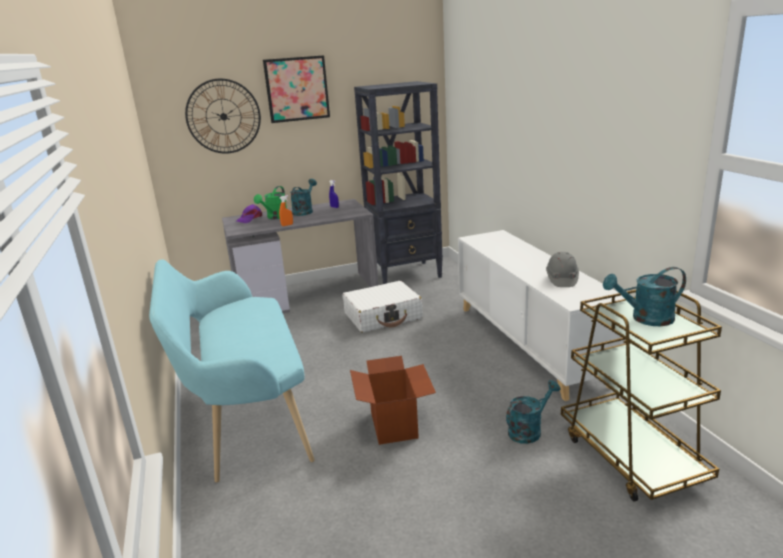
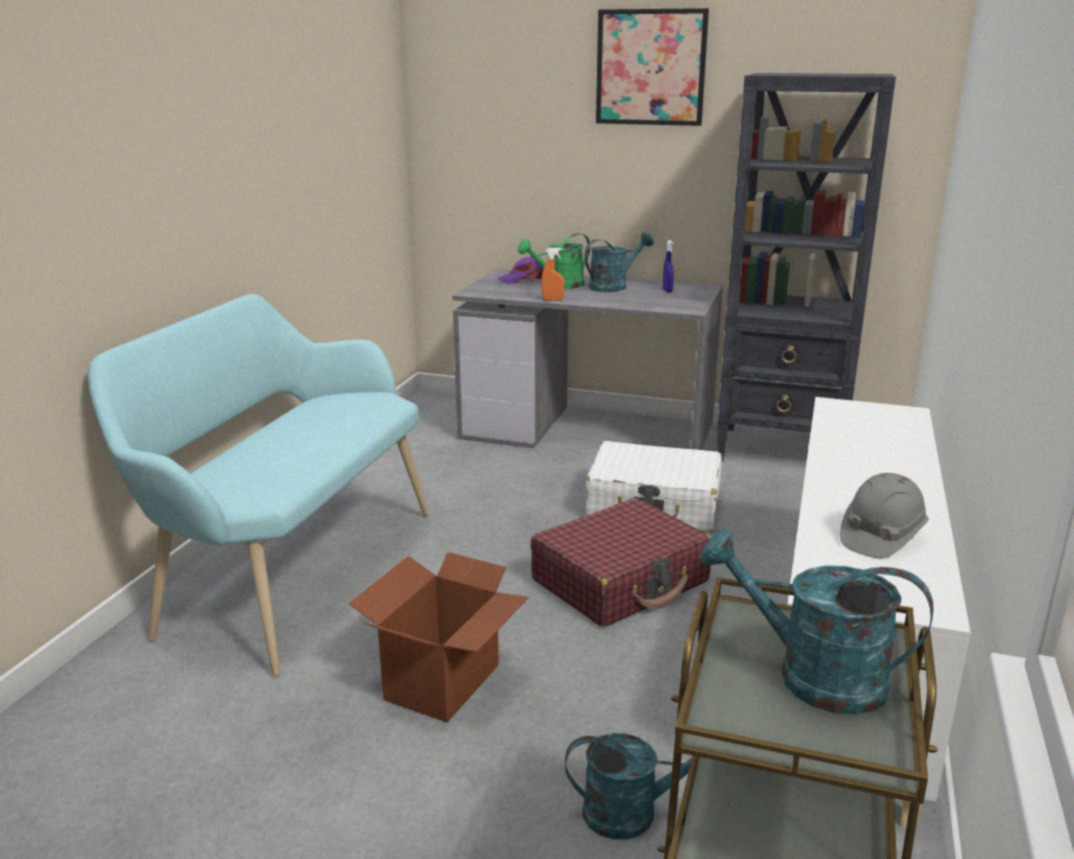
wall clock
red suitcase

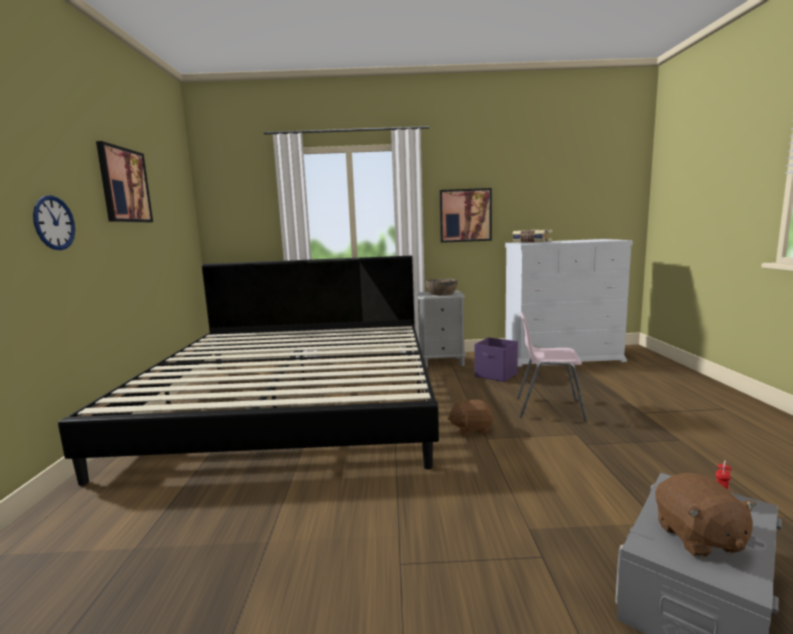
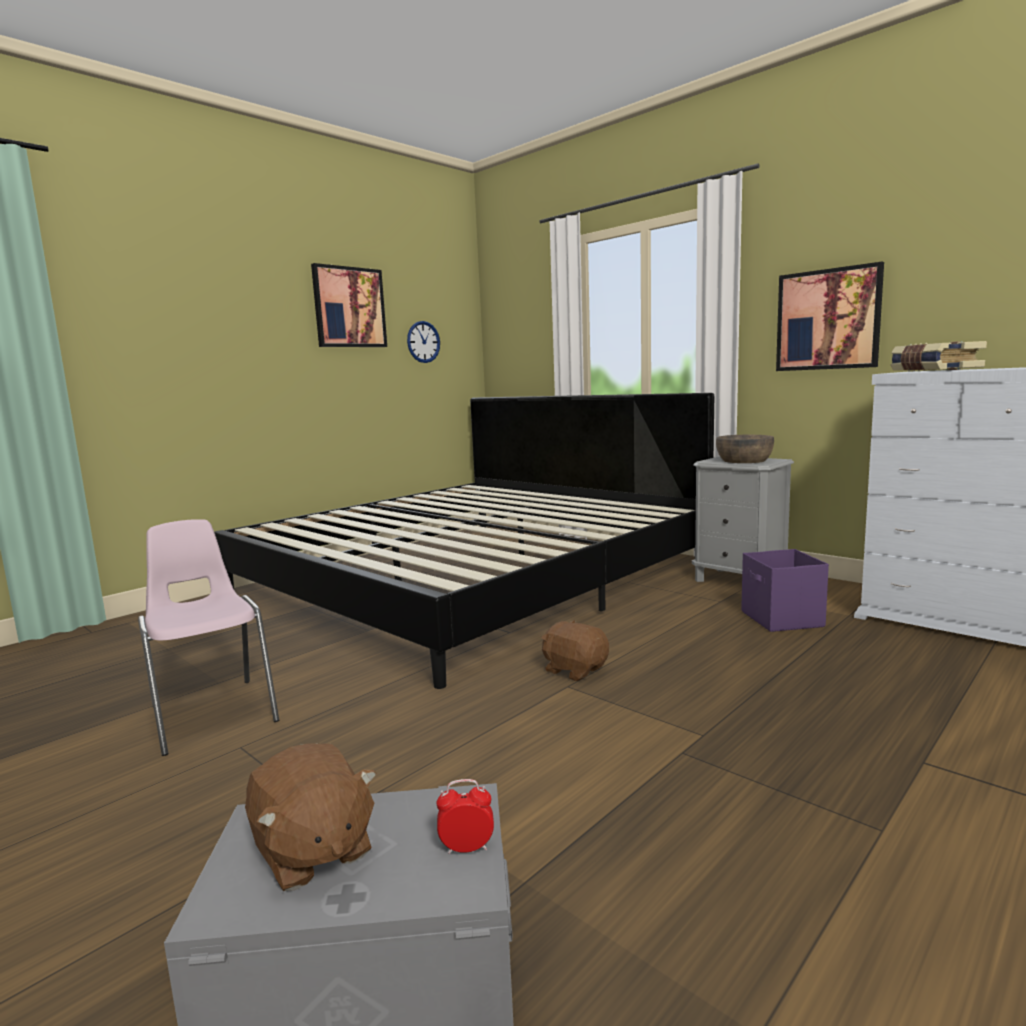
wall clock
pink chair
brown plush toy (no. 1 from left)

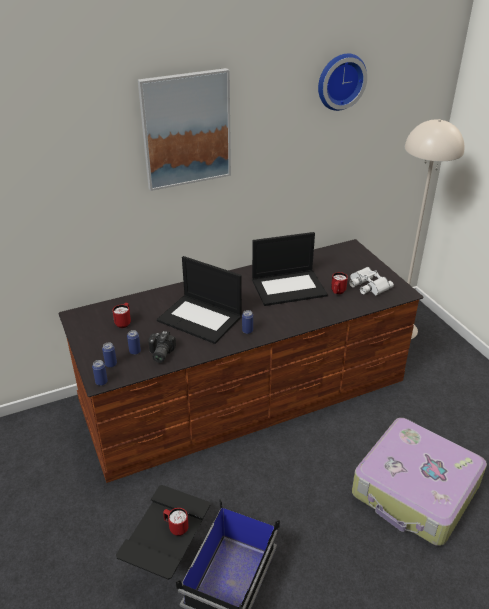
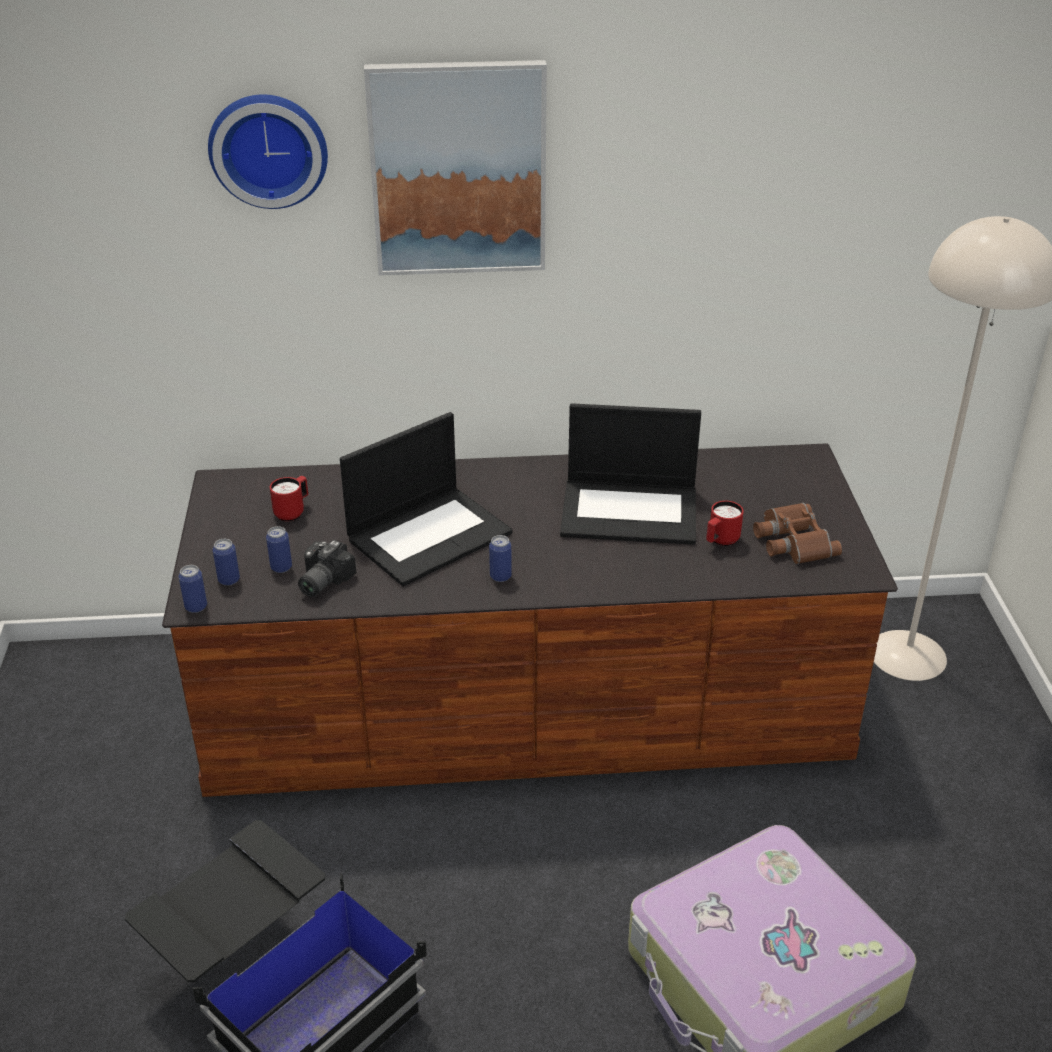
laptop (no. 1 from left)
red mug (no. 2 from left in the first image)
wall clock
brown binoculars

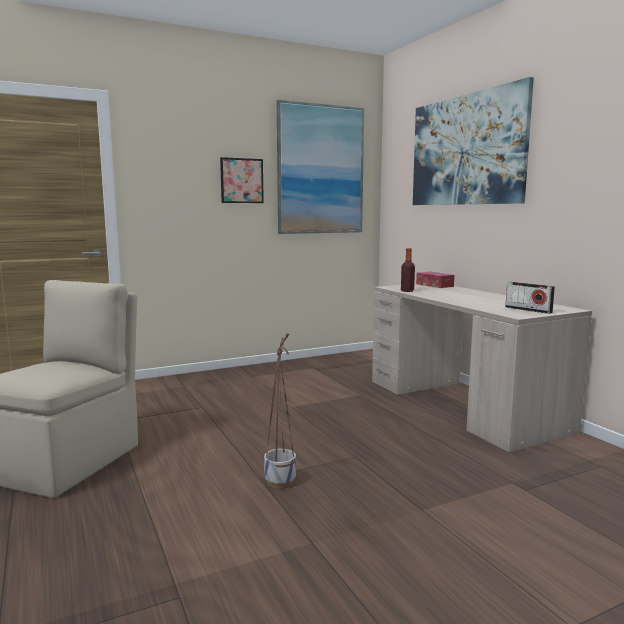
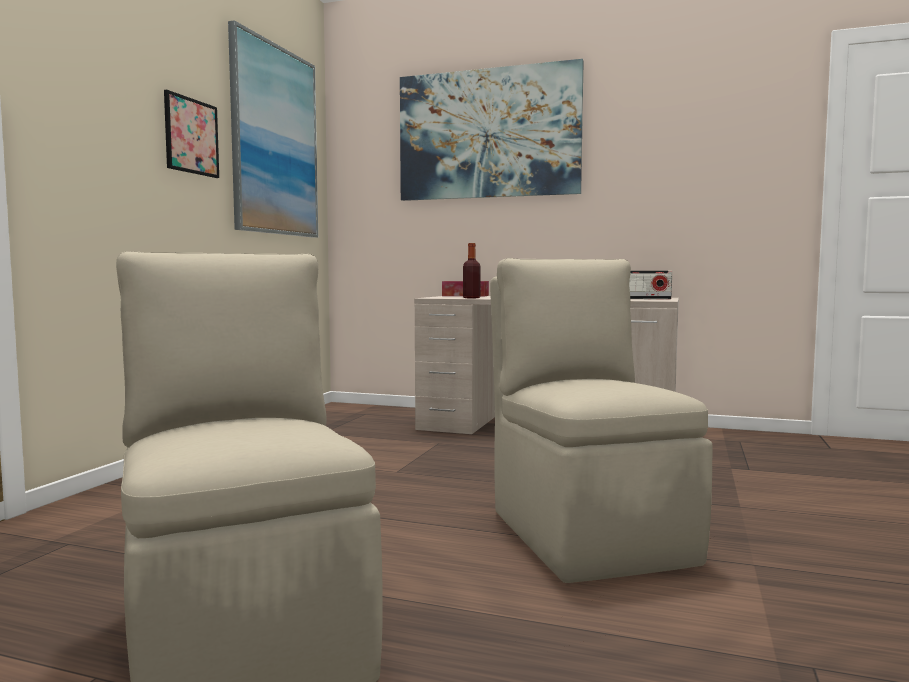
beige chair (no. 2 from left)

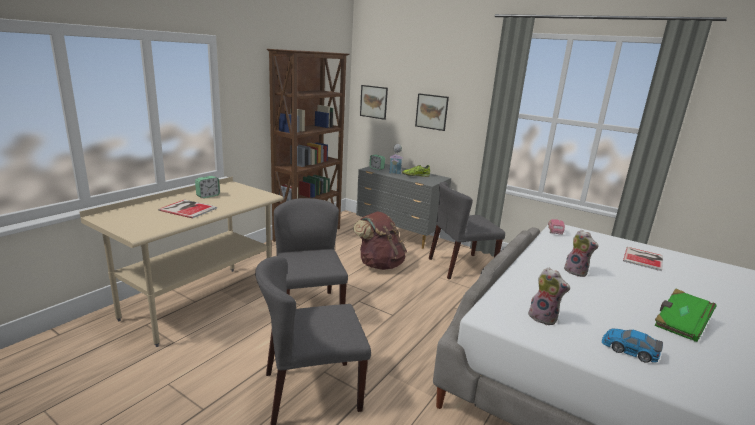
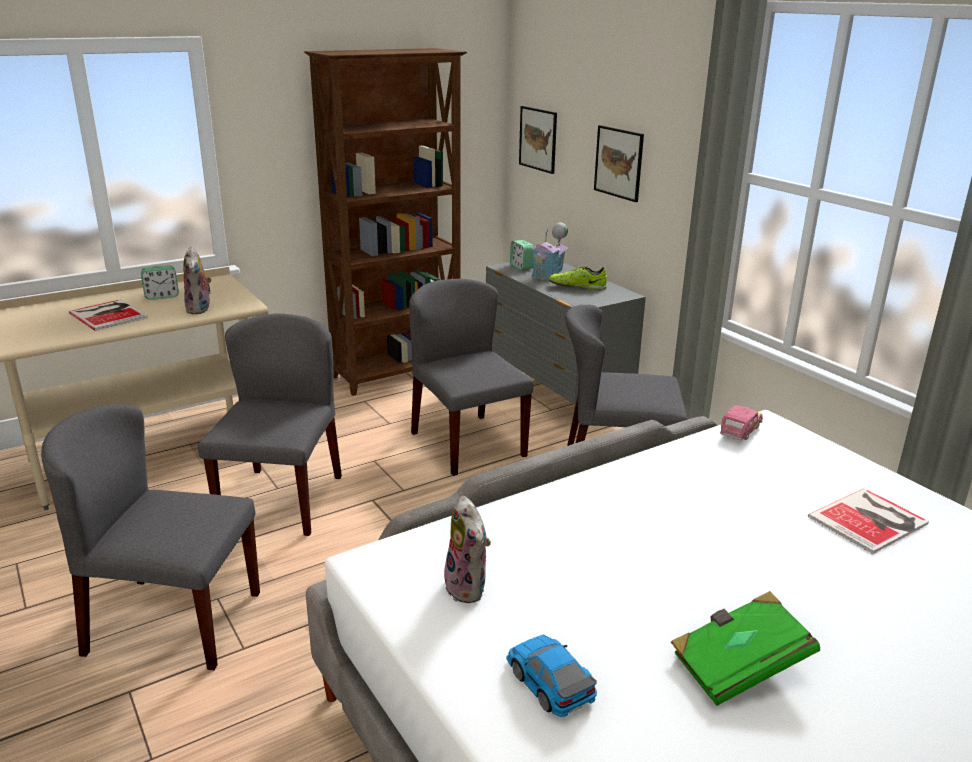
grey chair (no. 3 from left)
plush toy (no. 1 from left)

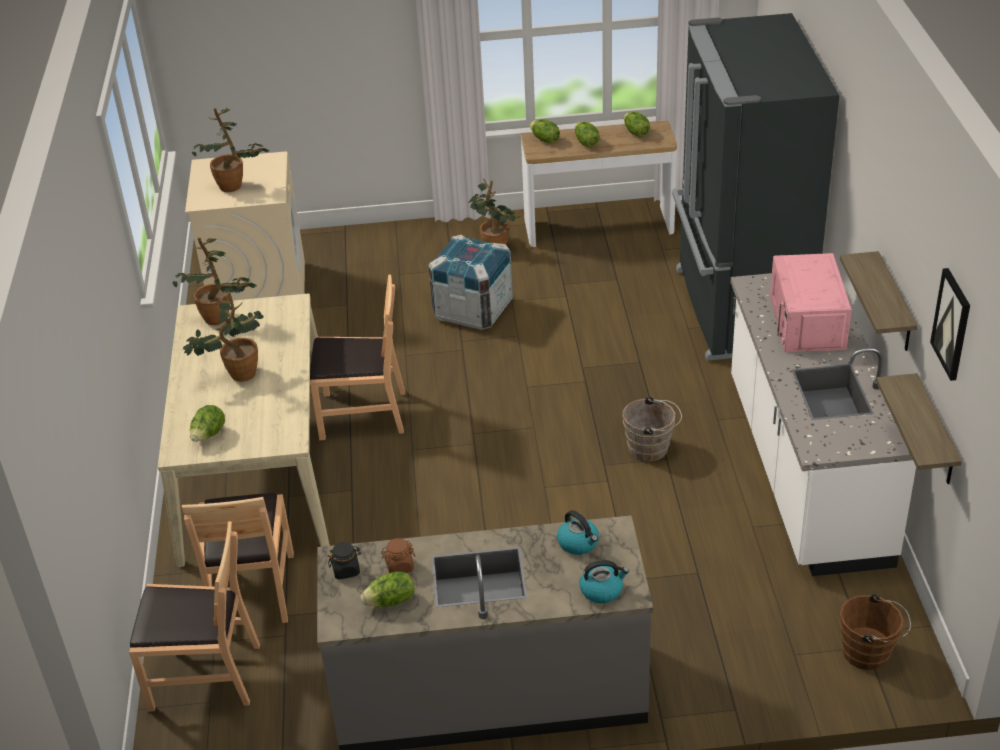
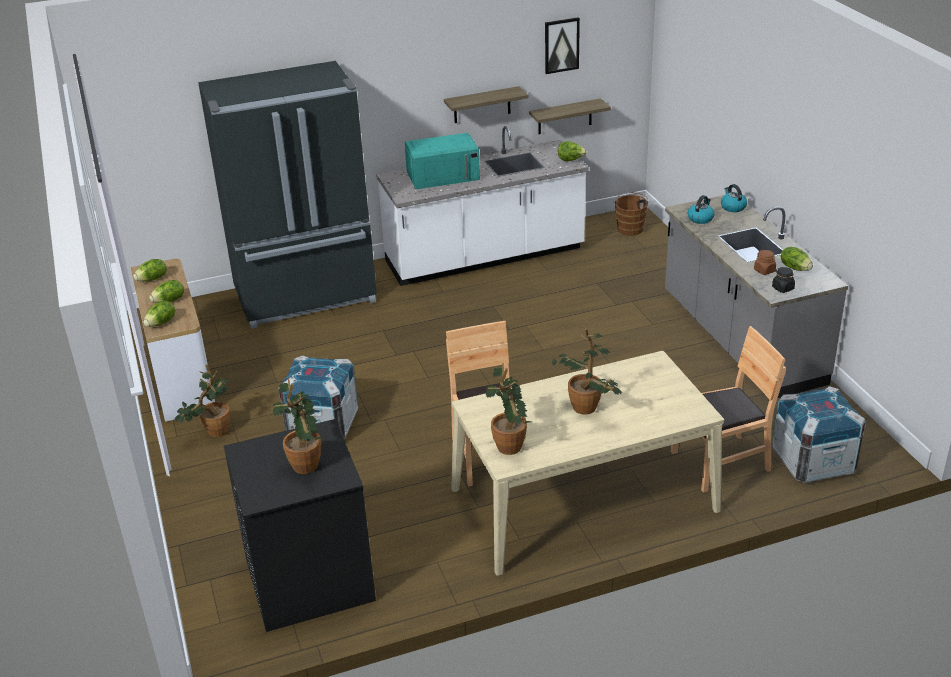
crate (no. 2 from left)
black washing machine
lettuce (no. 4 from left)
brown bucket (no. 1 from left in the first image)
turquoise microwave

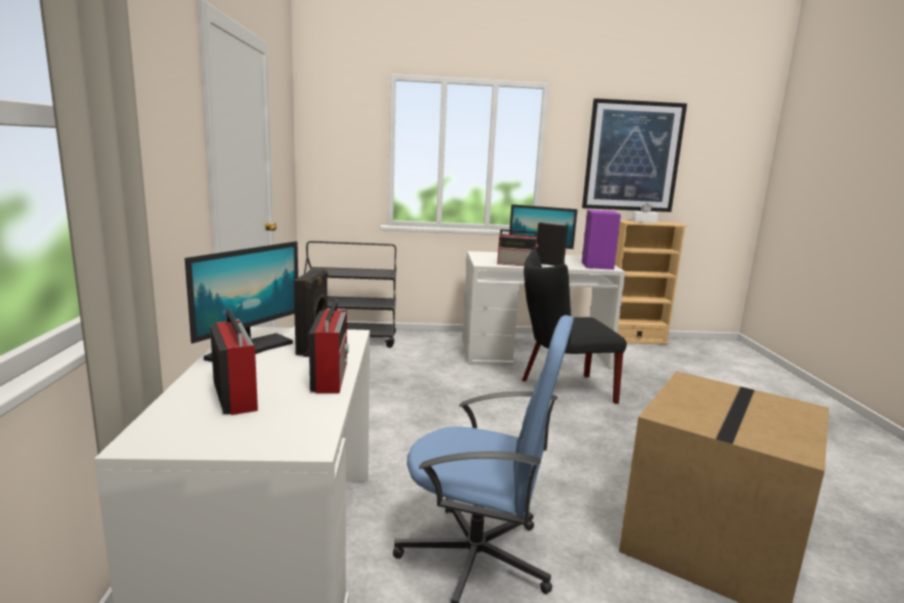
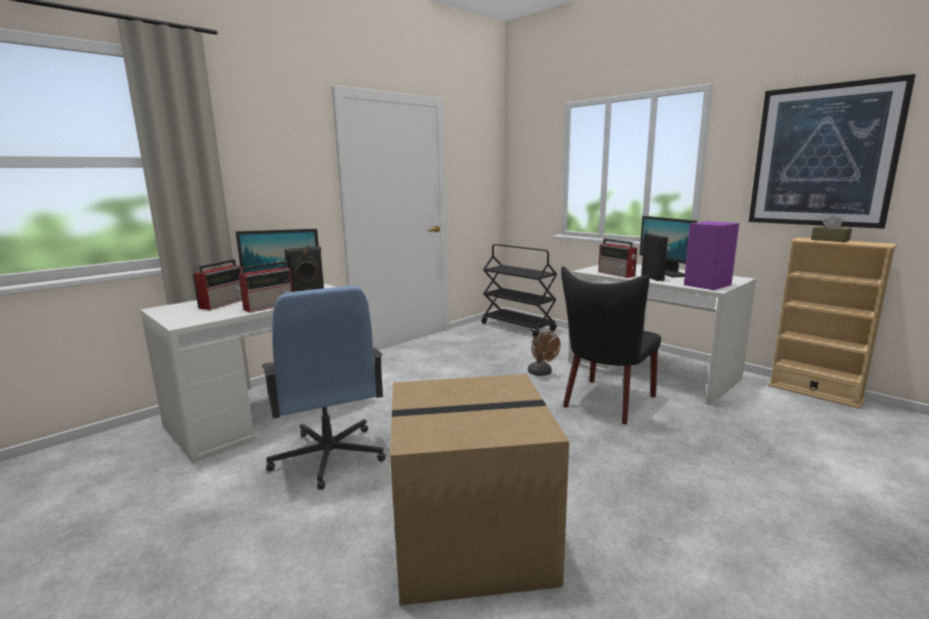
black chair
brown tissue box
brown fan

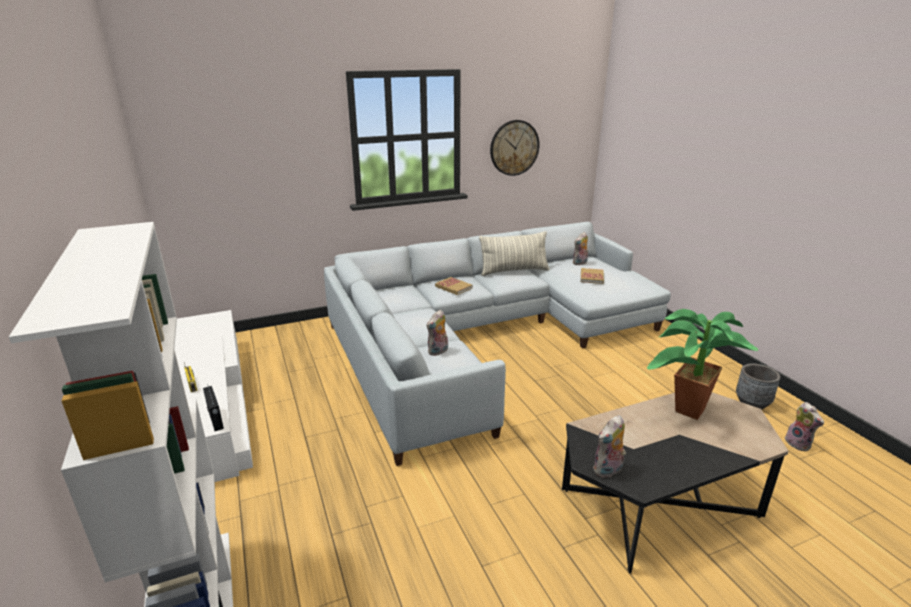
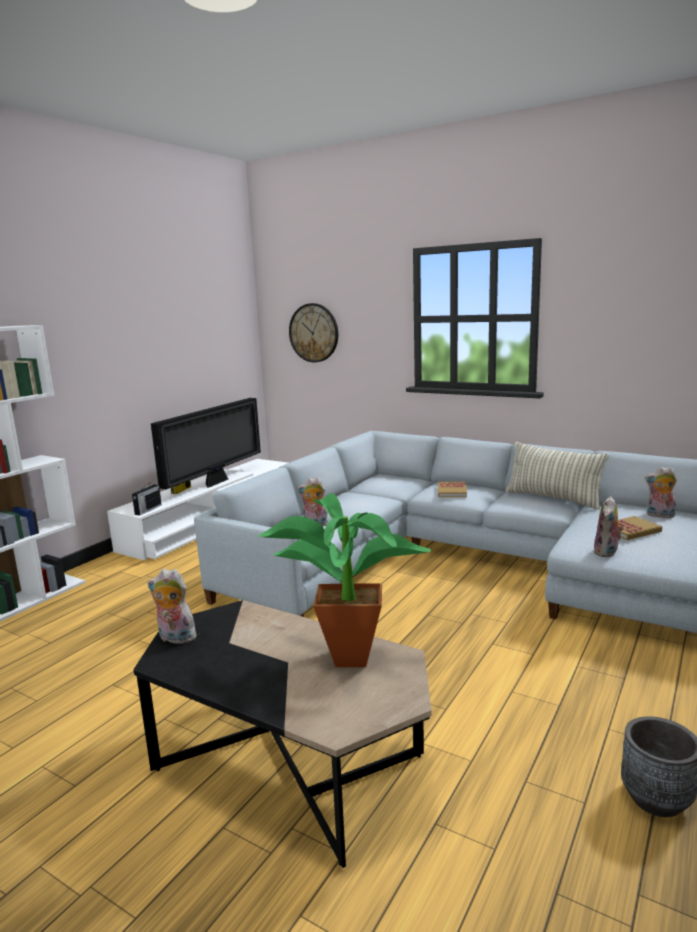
wall clock
plush toy (no. 3 from left)
television

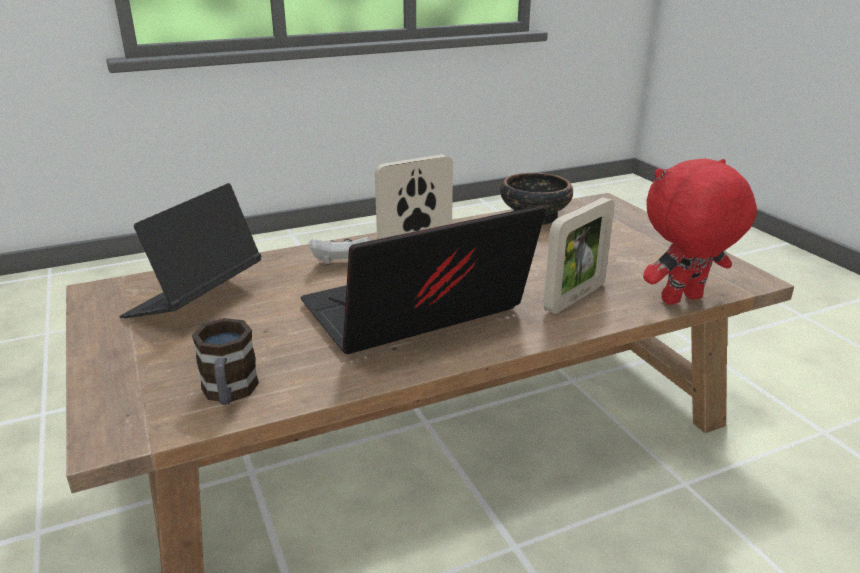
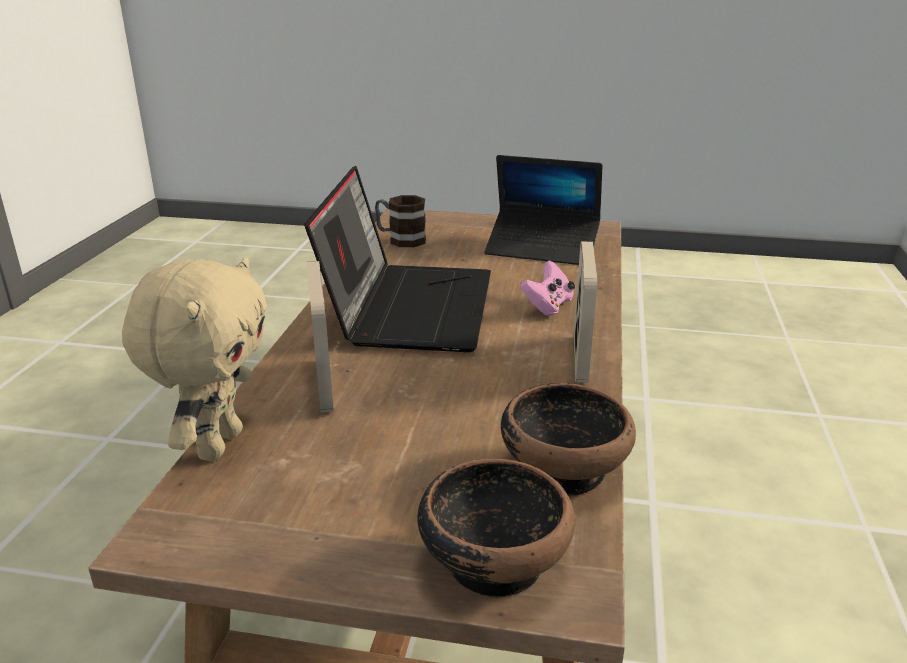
laptop (no. 2 from left)
pink game controller
beige plush toy
bowl (no. 1 from left)

